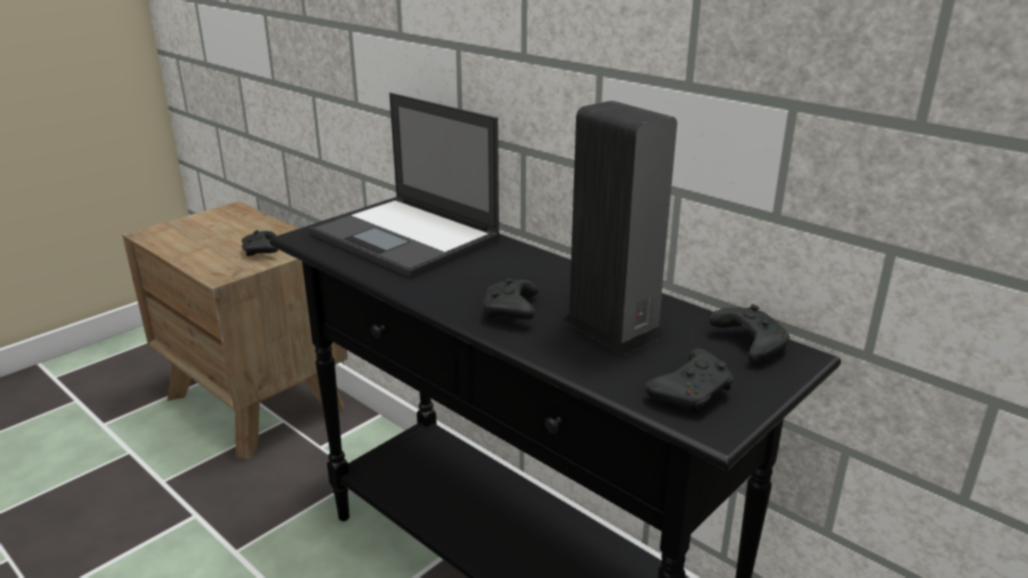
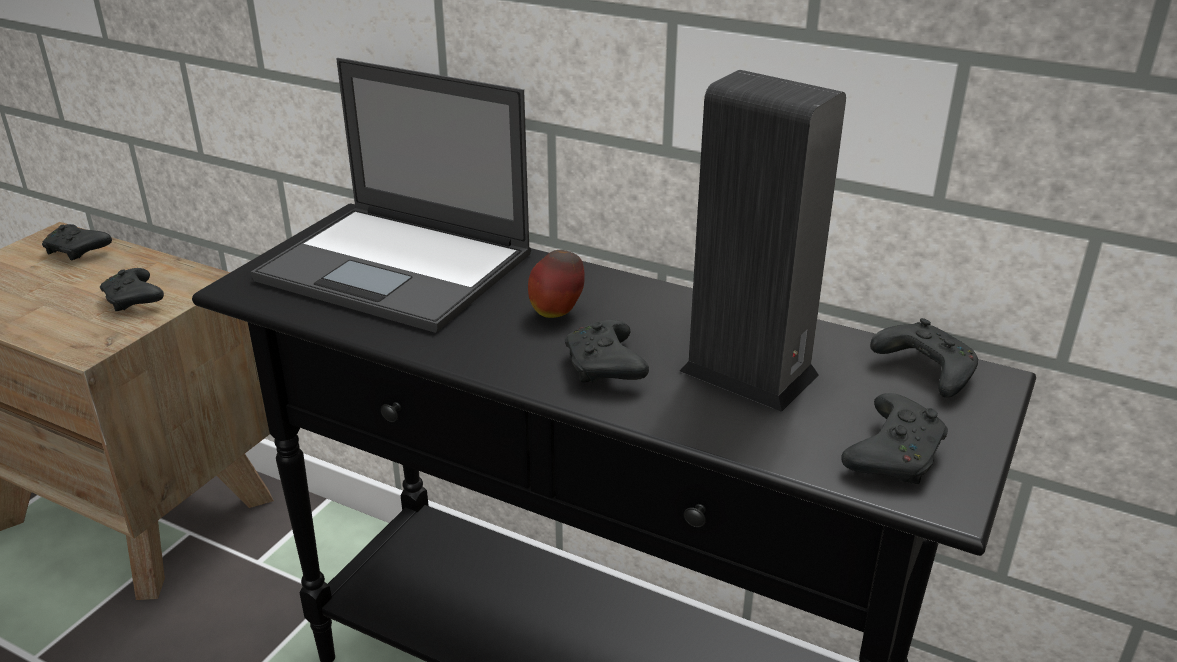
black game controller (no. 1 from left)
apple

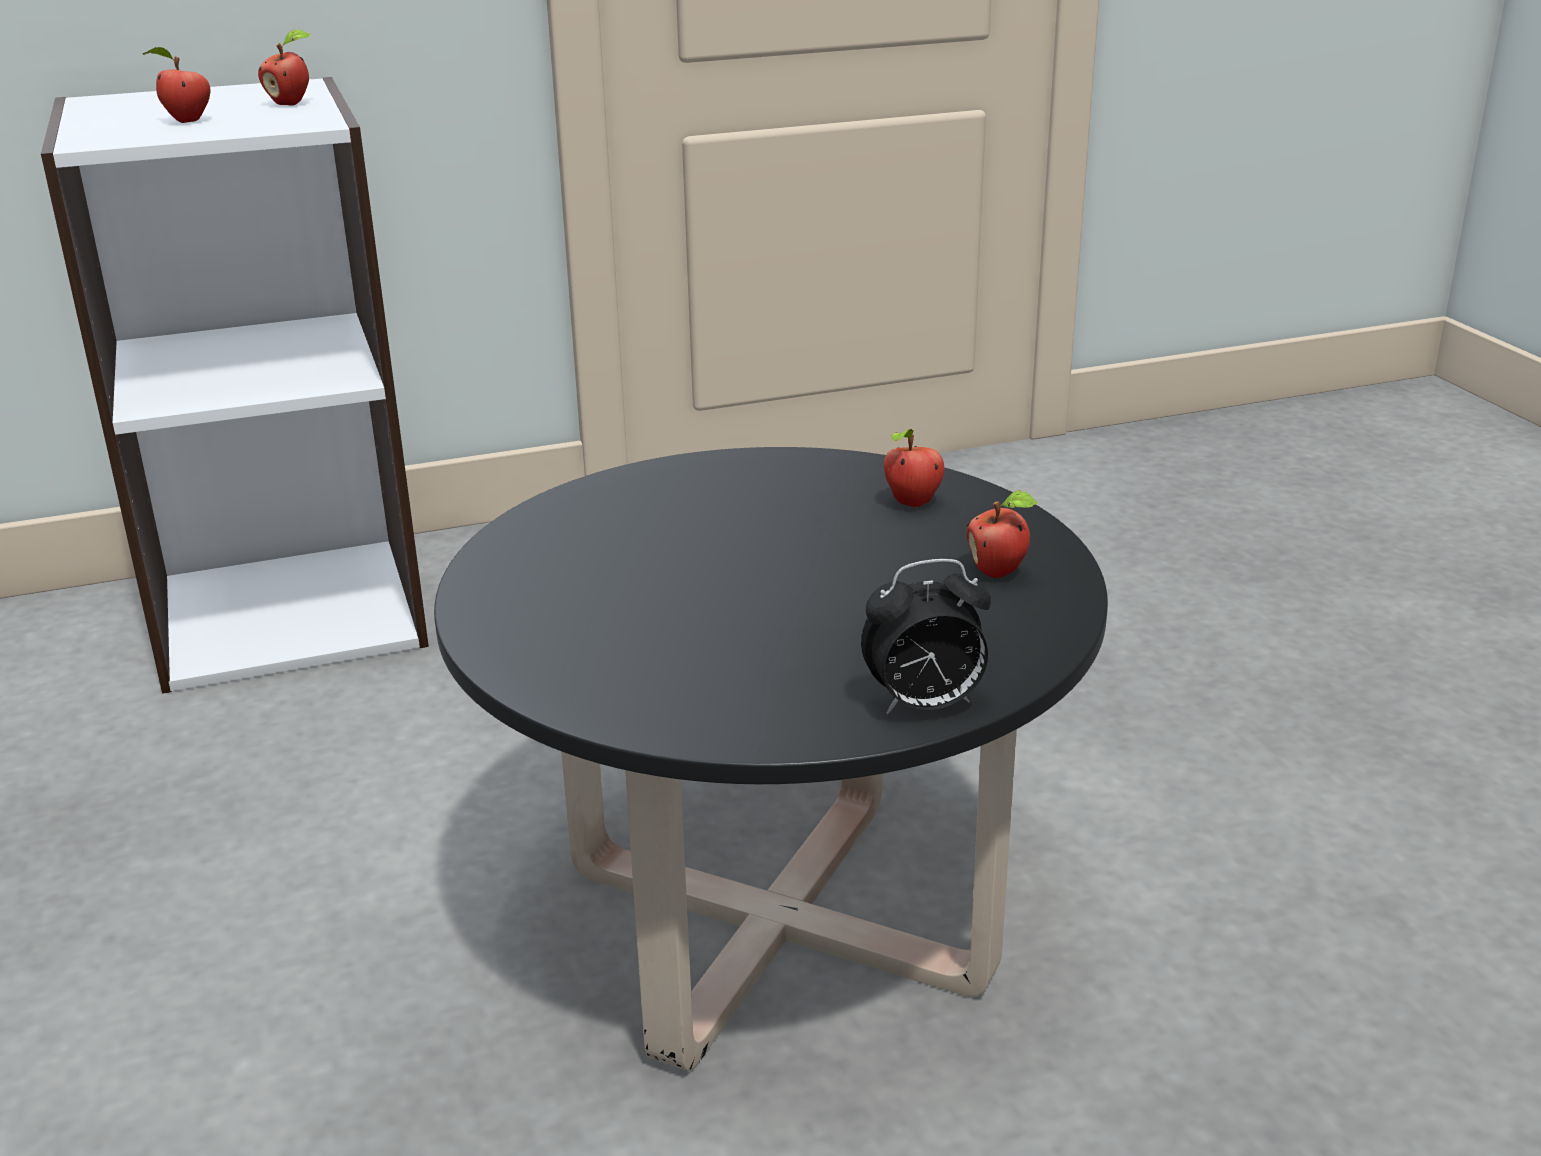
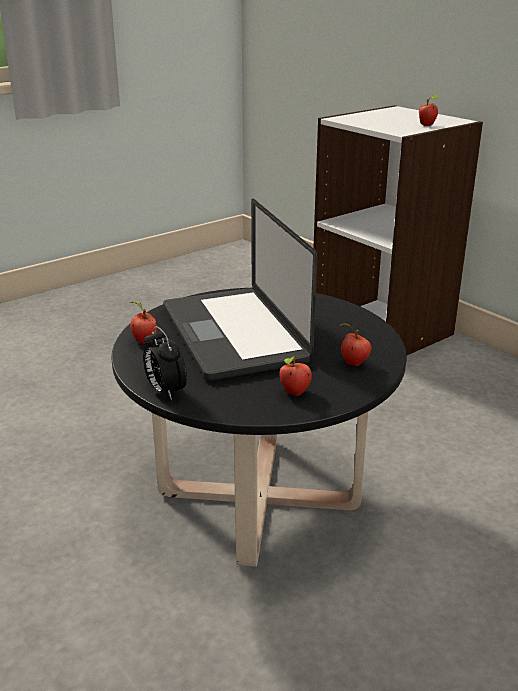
apple (no. 1 from left)
laptop

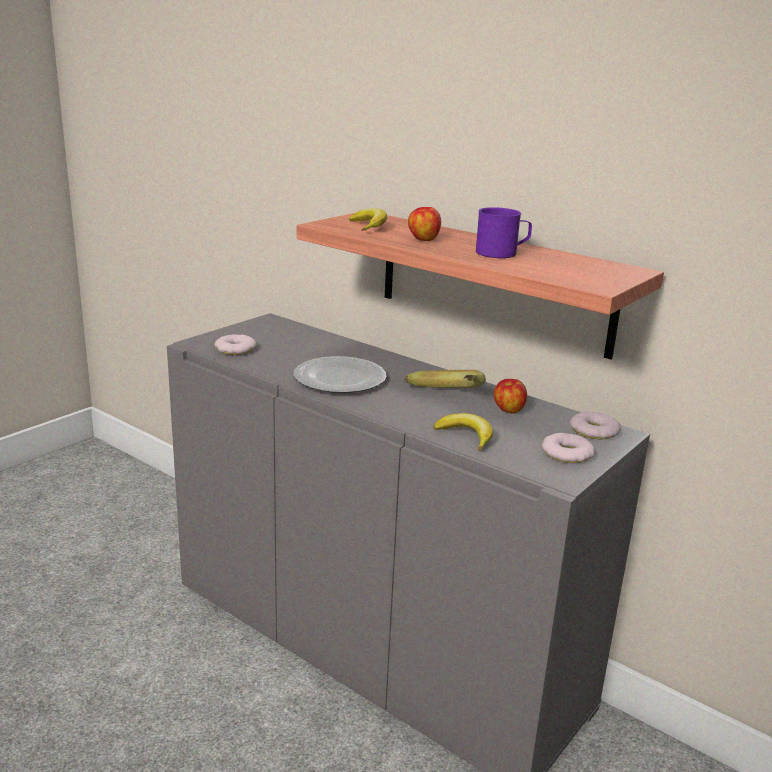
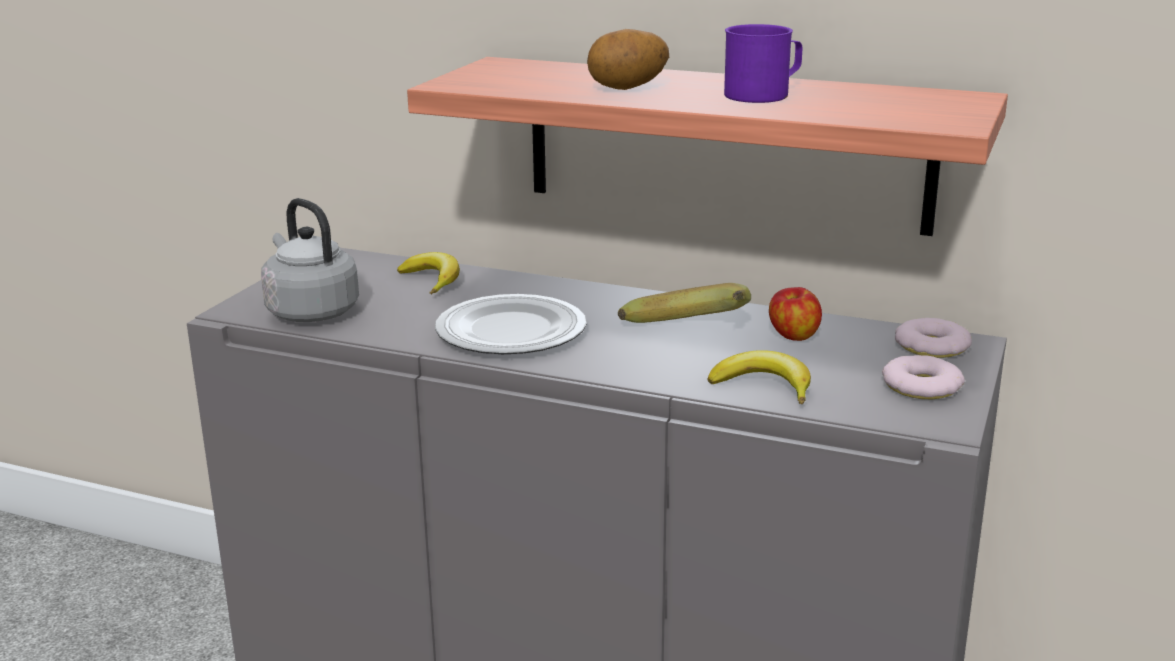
grey kettle
banana (no. 1 from left)
potato

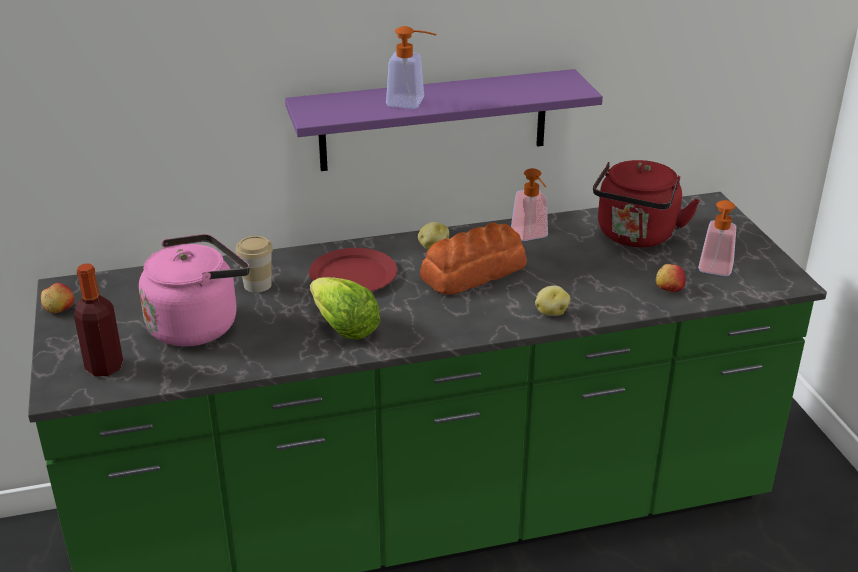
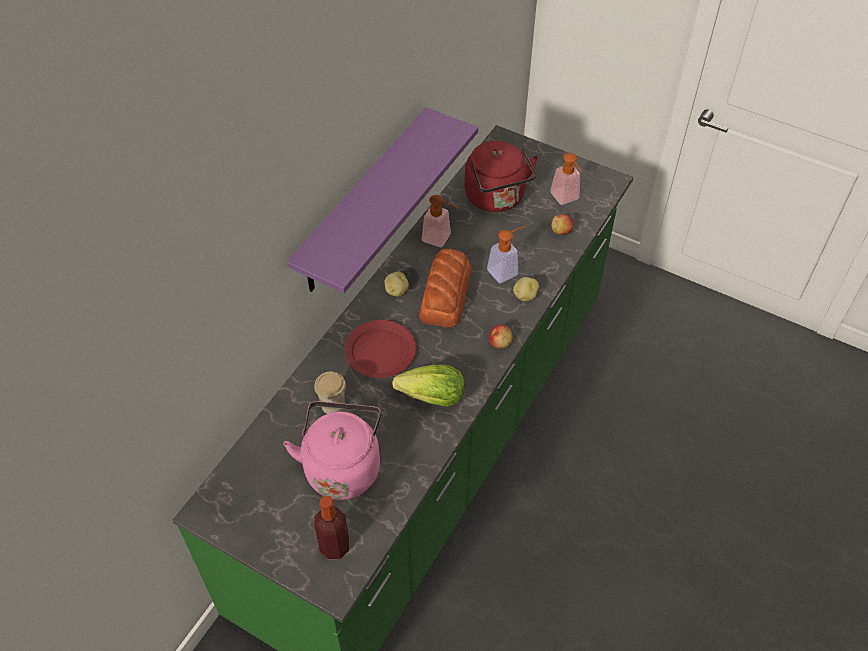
apple (no. 1 from left)
soap dispenser (no. 2 from left)

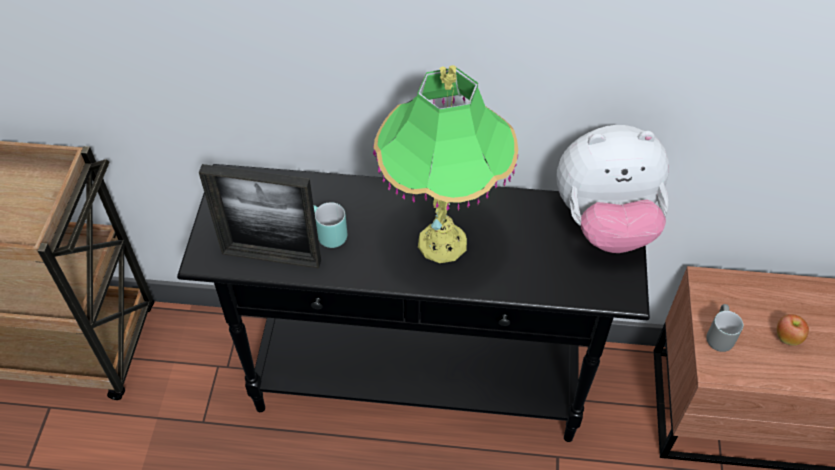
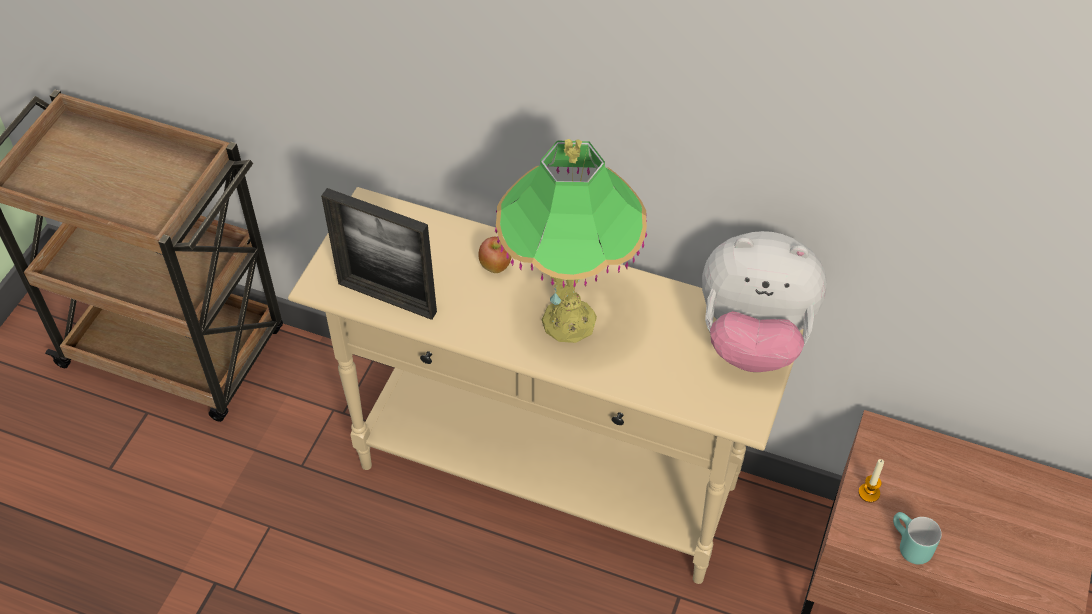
beige console table
turquoise mug
candle
apple

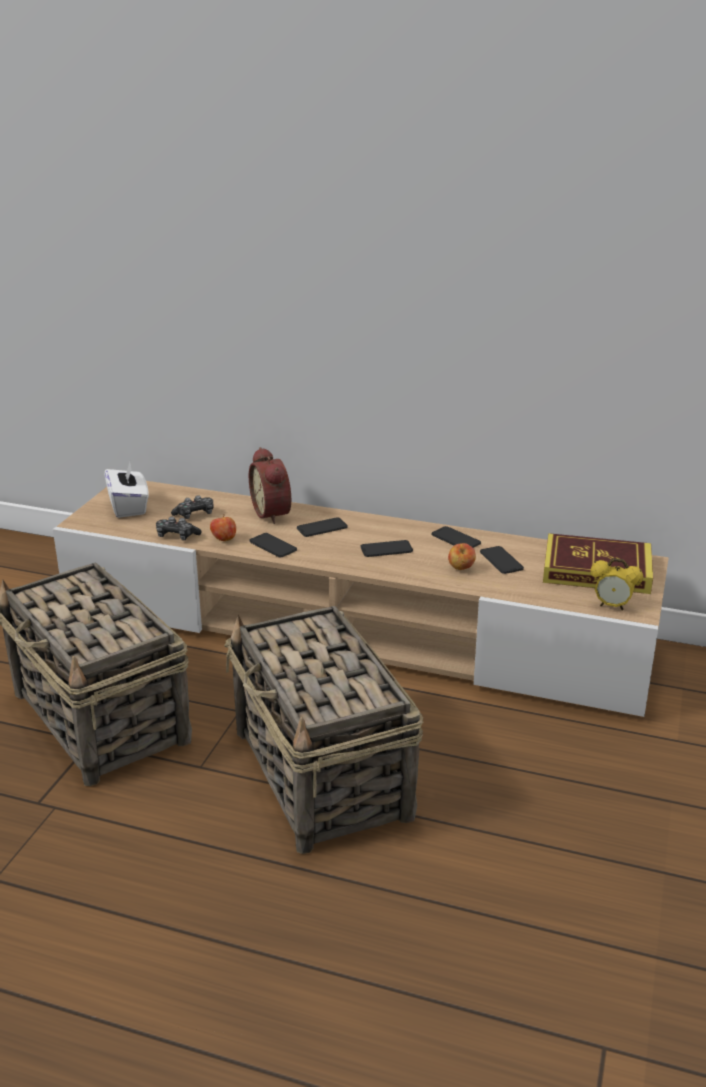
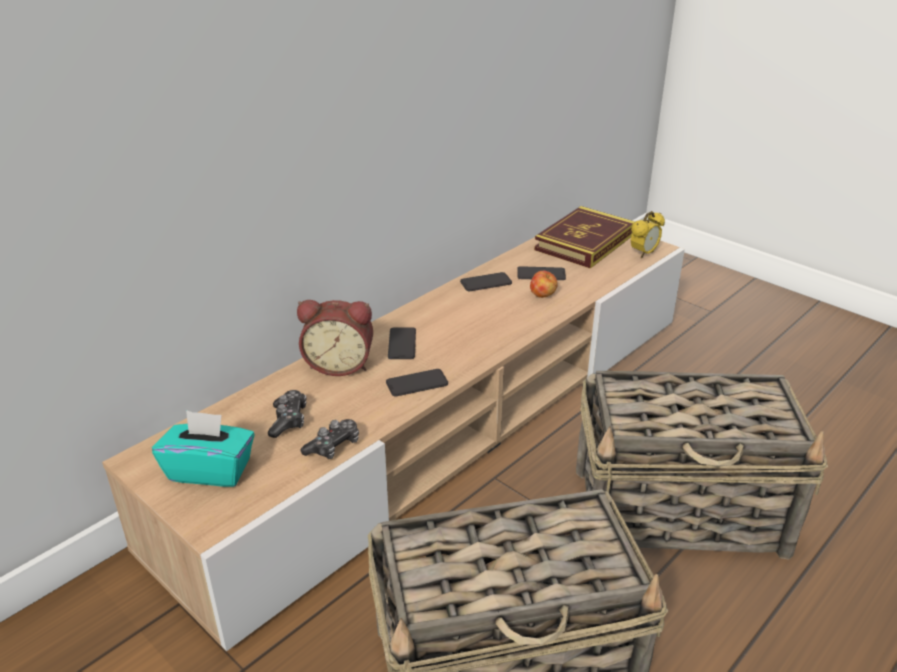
turquoise tissue box
apple (no. 1 from left in the first image)
phone (no. 3 from left in the first image)

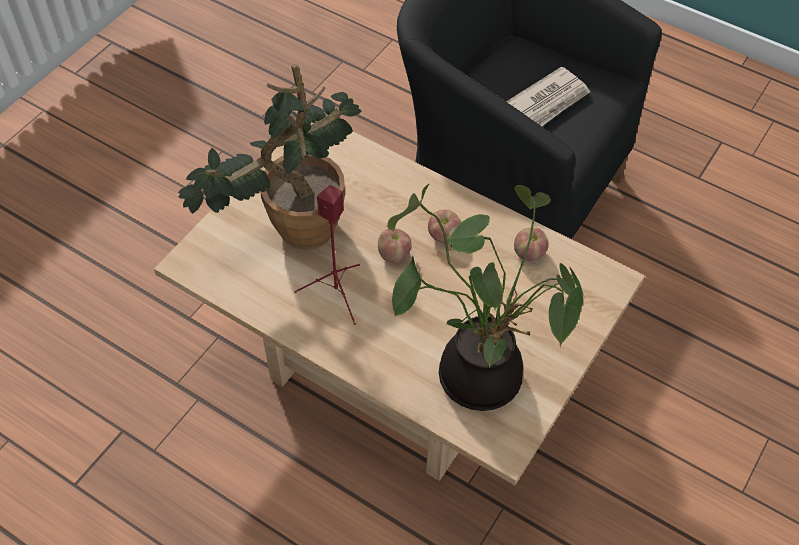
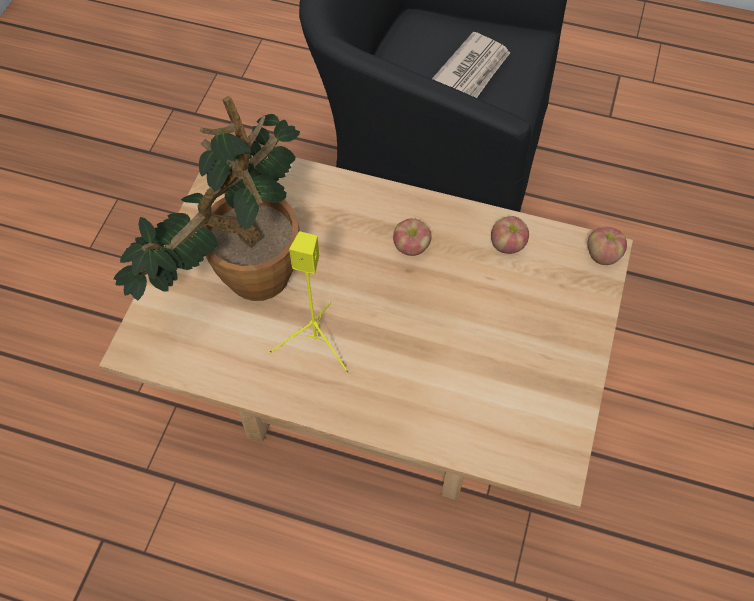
yellow speaker
apple (no. 3 from left)
potted plant (no. 2 from left in the first image)

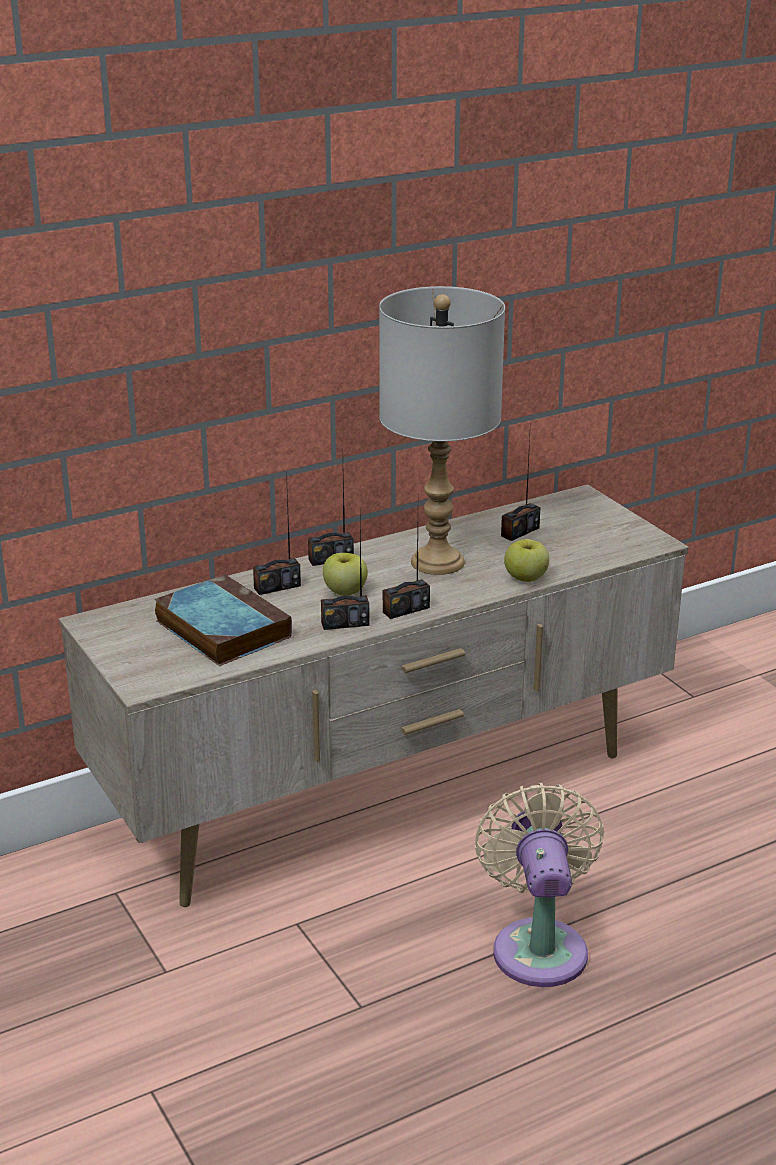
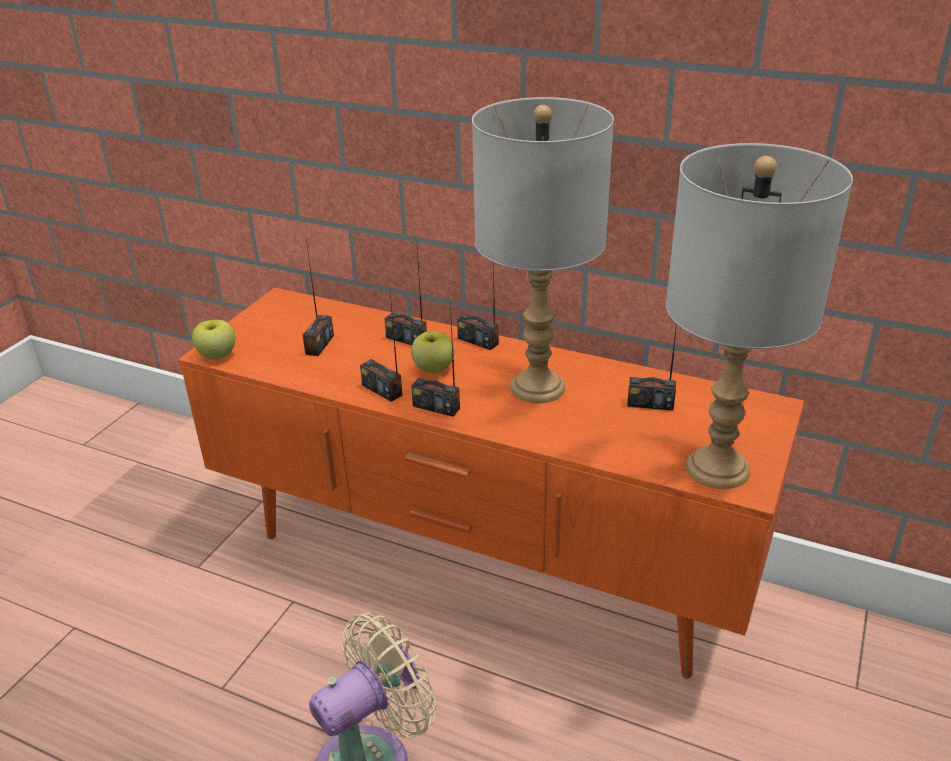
orange tv stand
radio (no. 1 from left)
apple (no. 1 from left)
grey table lamp (no. 2 from left)

